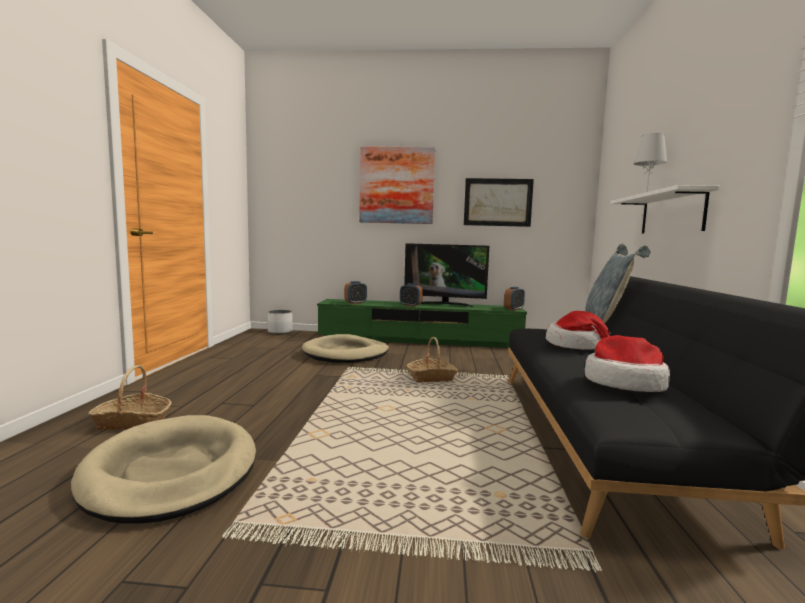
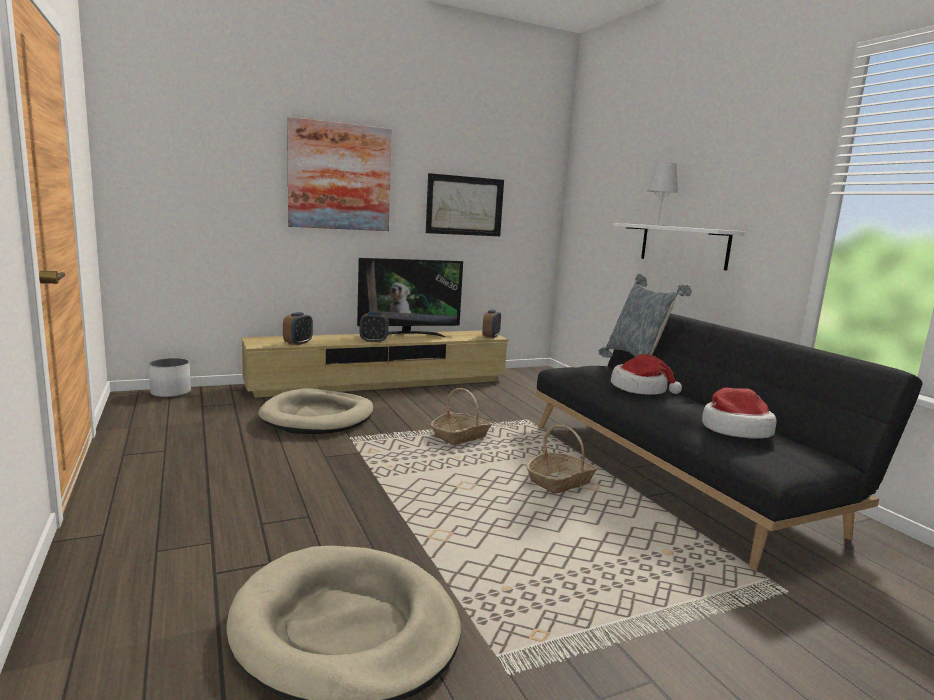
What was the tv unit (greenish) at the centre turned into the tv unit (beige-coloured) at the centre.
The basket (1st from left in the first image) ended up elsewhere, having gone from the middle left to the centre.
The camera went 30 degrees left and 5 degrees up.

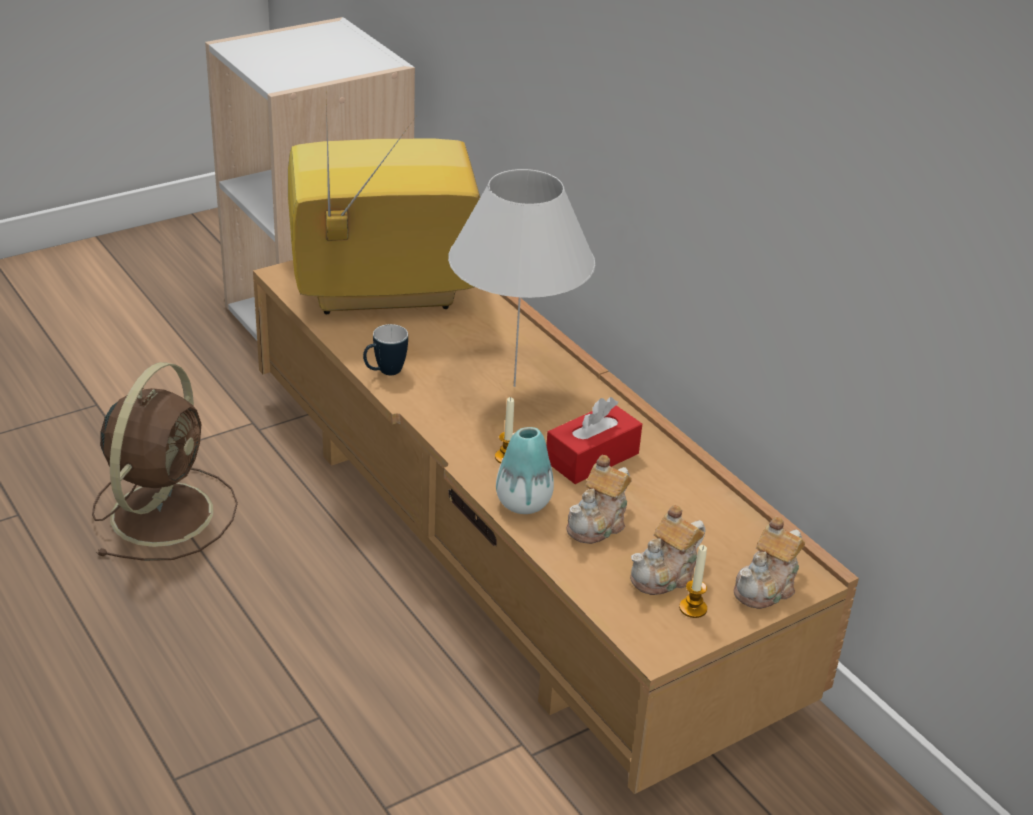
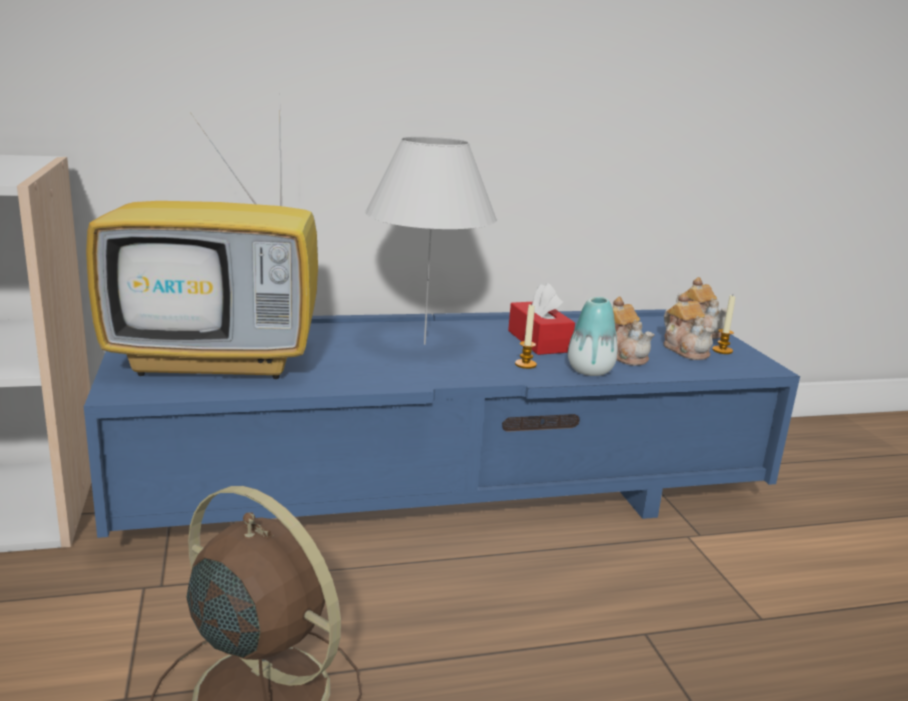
What was the tv unit (brown-coloured) at the centre turned into the tv unit (bluish) at the centre.
The television at the top centre ended up facing another way, 105 degrees counterclockwise from before.
The second view lost the tea mug at the centre.
The camera went 70 degrees left and 15 degrees down.

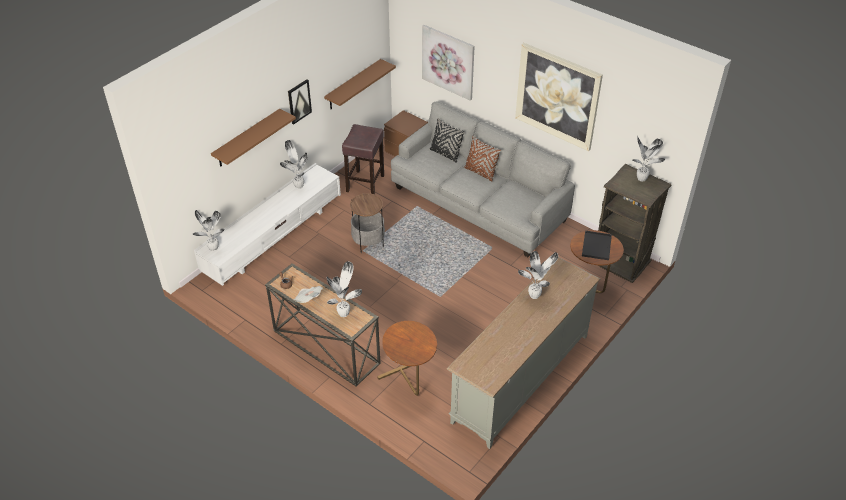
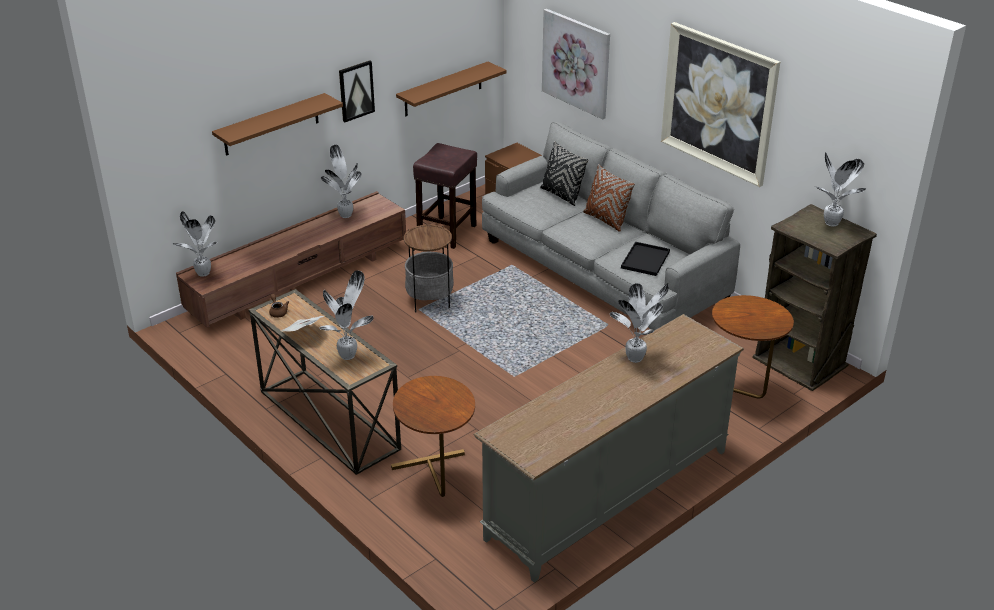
What was the tv unit (white) at the middle left turned into the tv unit (brown-coloured) at the middle left.
The serving tray (black-coloured) ended up elsewhere, having gone from the middle right to the centre.
The camera went 10 degrees right and 10 degrees down.

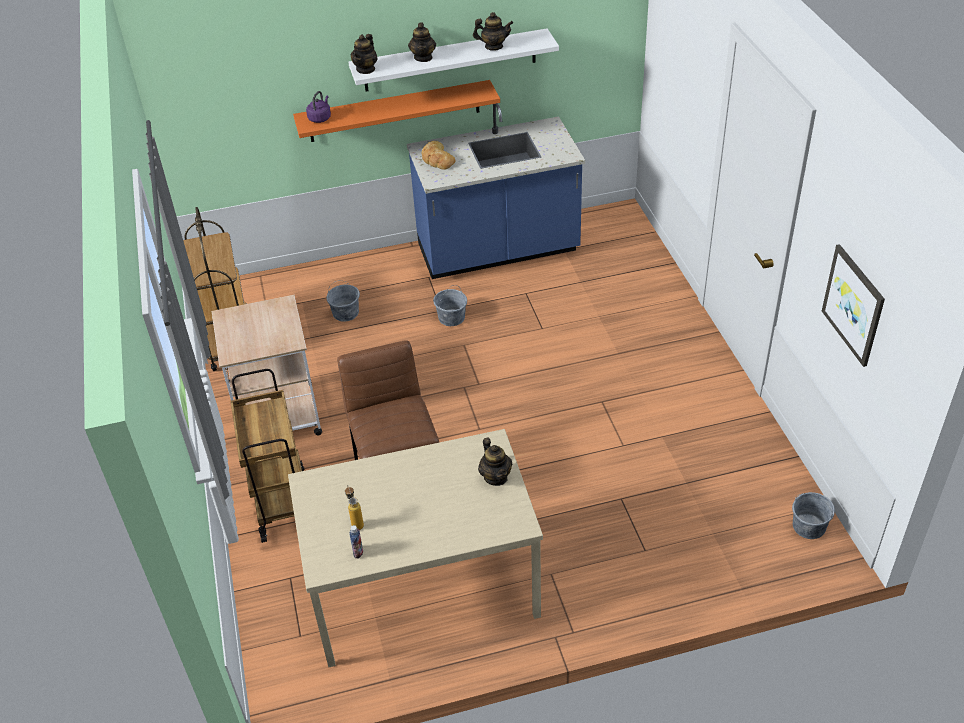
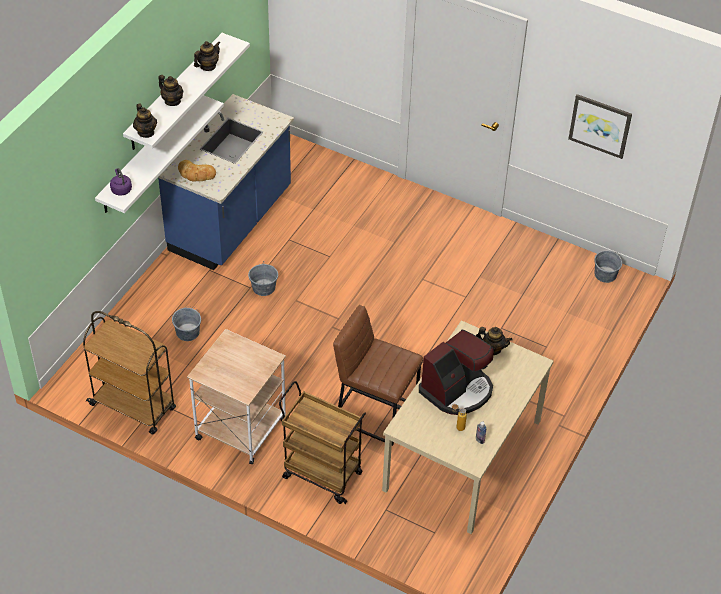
What was the wall shelf (orange-coloured) at the top centre turned into the wall shelf (white) (1st from left) at the top left.
The second view gained the coffee brewer at the centre.
The camera went 50 degrees left and 5 degrees up.

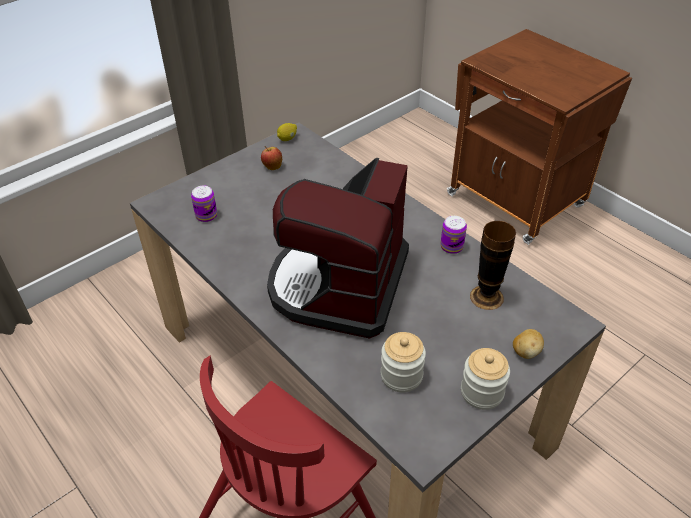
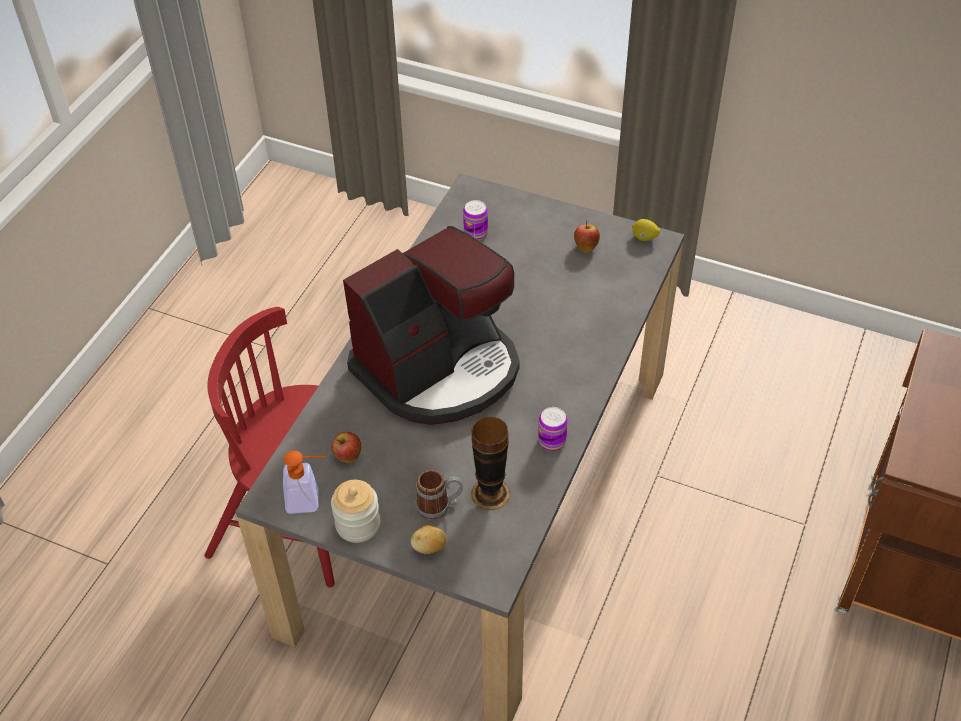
The second view gained the soap dispenser at the bottom left.
Where the storage jar (1st from left) stood at the bottom centre, the whole apple (1st from left) came to stand at the centre.
The coffee brewer at the centre ended up facing another way, 150 degrees clockwise from before.
The second view gained the tea mug at the bottom centre.
The camera went 65 degrees right and 5 degrees up.

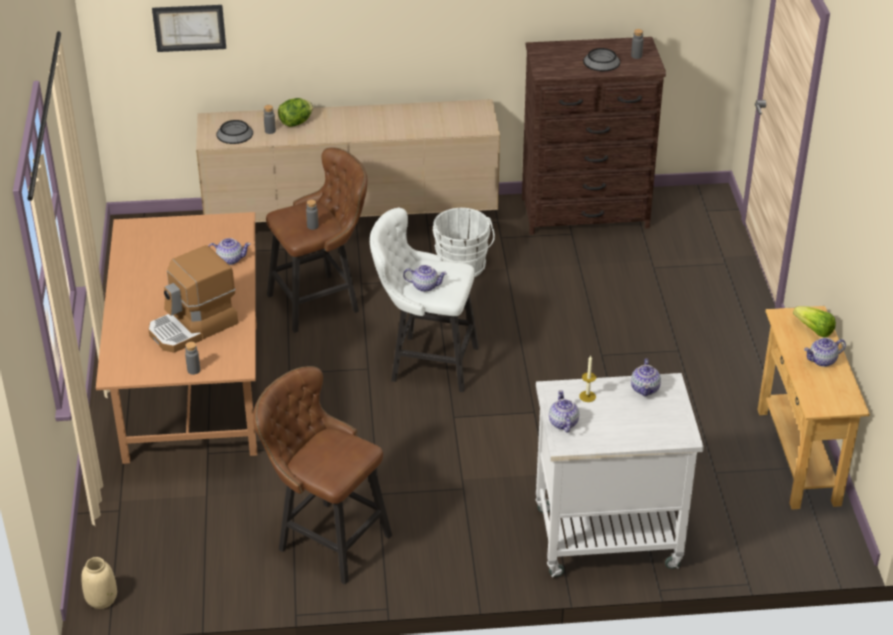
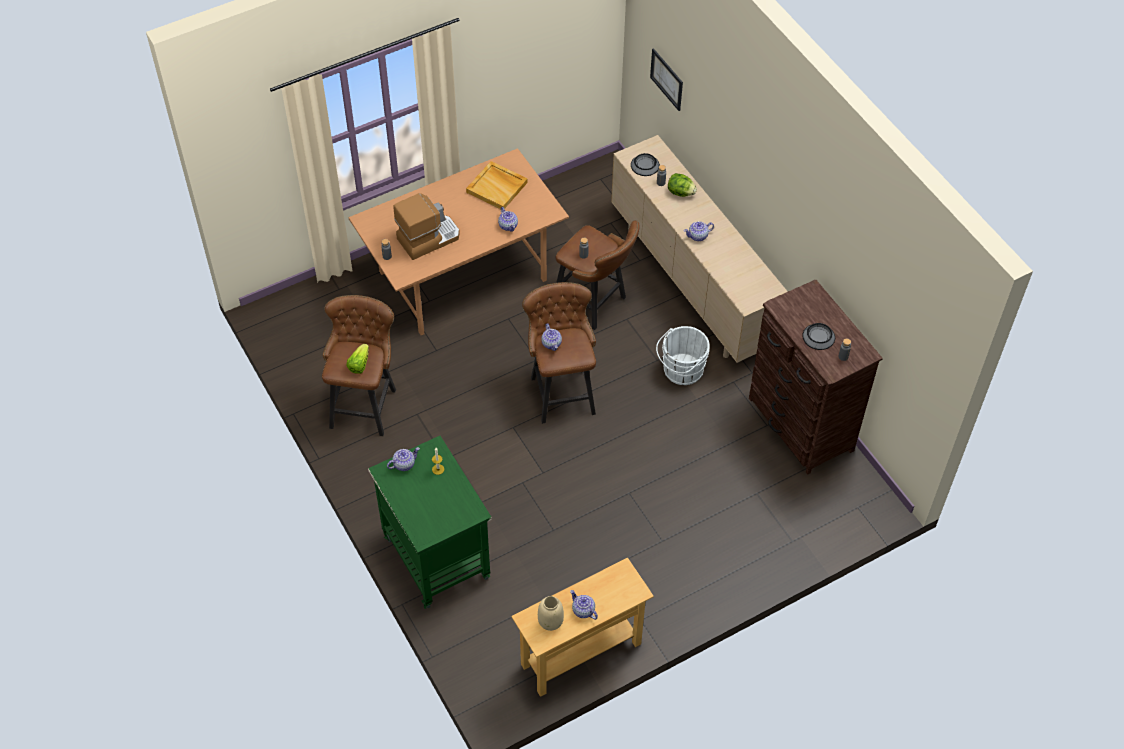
The lettuce head (2nd from left in the first image) ended up elsewhere, having gone from the middle right to the middle left.
What was the trolley (white) at the bottom right turned into the trolley (greenish) at the bottom centre.
The coffee brewer at the middle left ended up facing another way, 120 degrees clockwise from before.
The second view gained the serving tray (beige-coloured) at the top centre.
What was the sitting stool (white) at the centre turned into the sitting stool (brown-coloured) (2nd from left) at the centre.
The decorative vase (beige-coloured) ended up elsewhere, having gone from the bottom left to the bottom centre.
The teapot (4th from left in the first image) ended up elsewhere, having gone from the middle right to the top centre.
The camera went 65 degrees right and 15 degrees up.

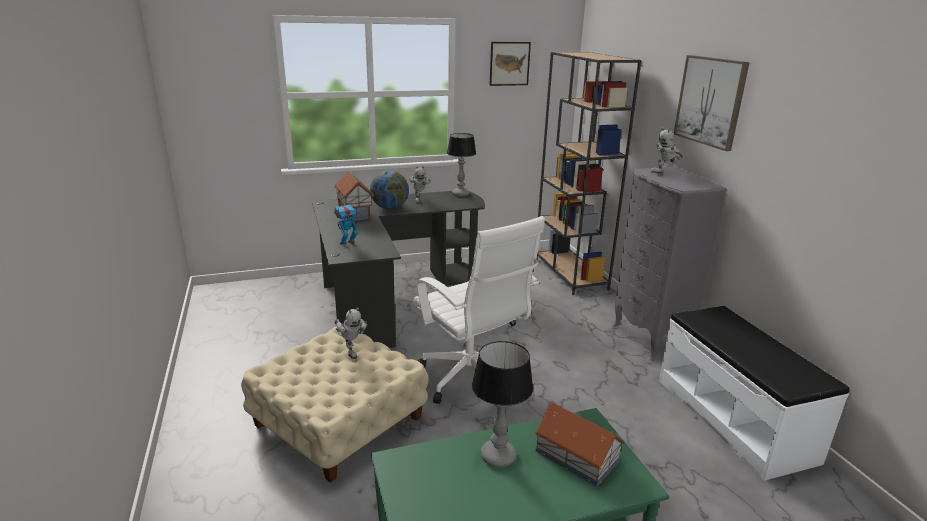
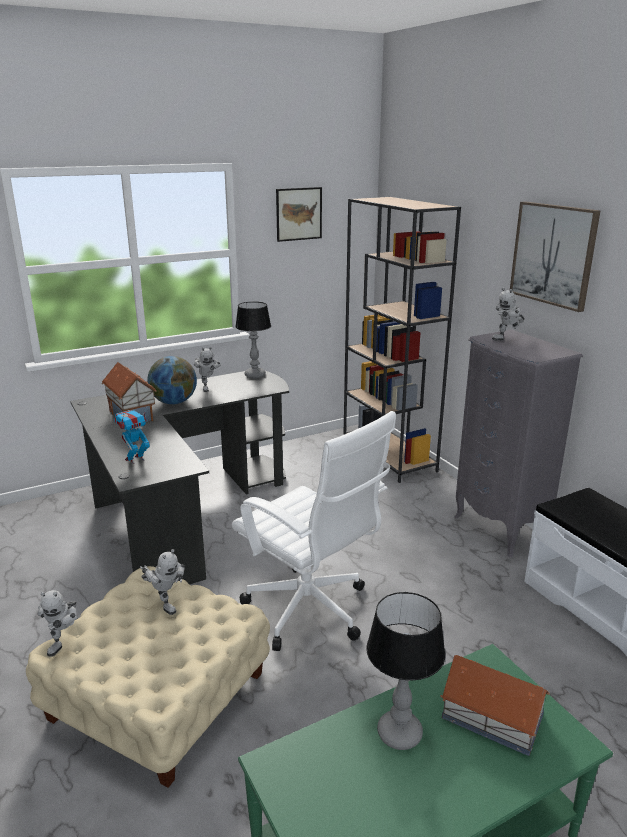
The second view gained the toy robot (1st from left) at the bottom left.
The camera went 10 degrees left and 0 degrees up.

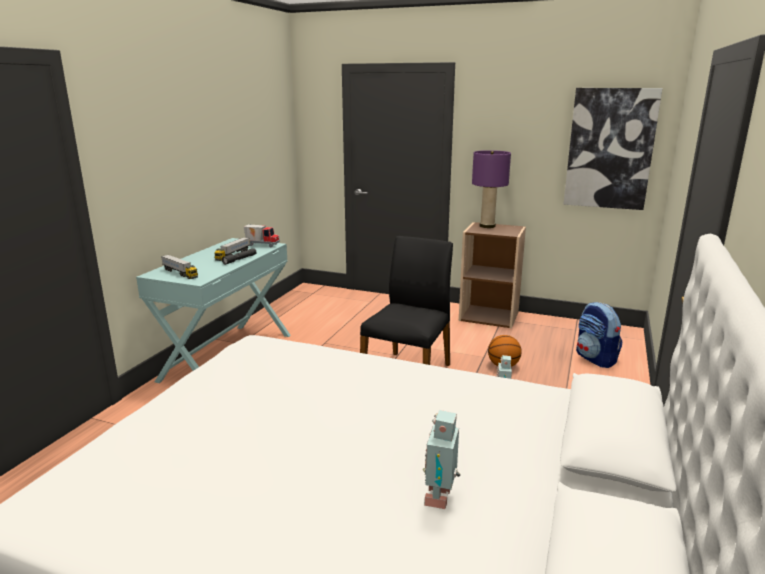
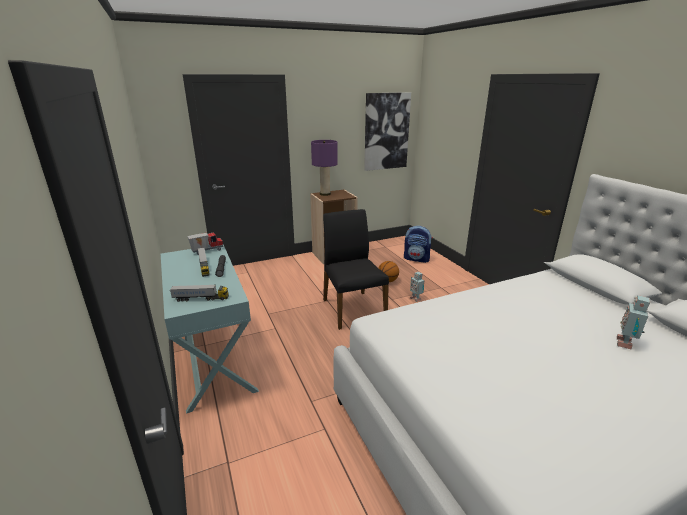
The toy robot (1st from left in the first image) at the bottom centre ended up facing another way, 60 degrees clockwise from before.
The camera went 45 degrees left and 5 degrees up.

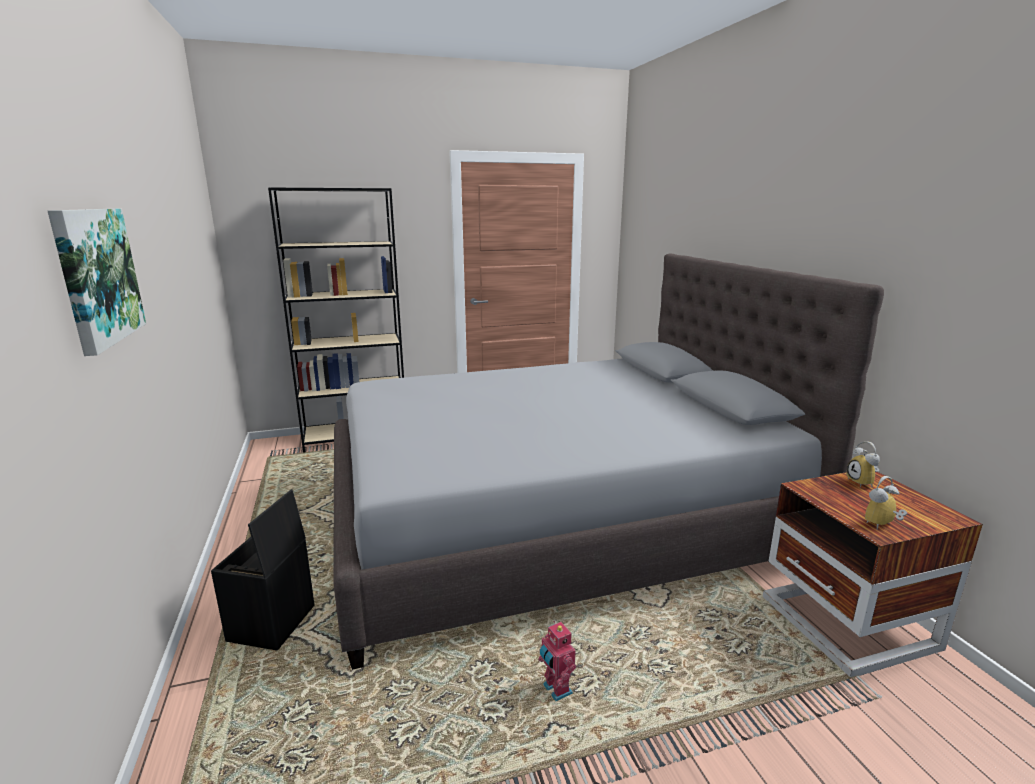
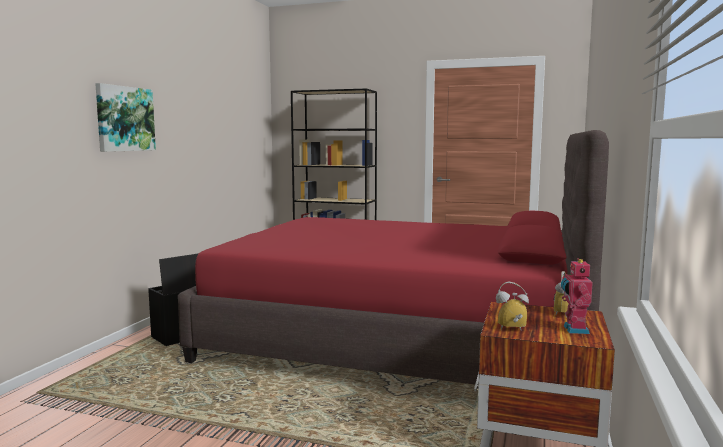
What was the bedroom bed (grey) at the centre turned into the bedroom bed (red-coloured) at the centre.
The toy robot ended up elsewhere, having gone from the bottom centre to the middle right.
The camera went 35 degrees right and 10 degrees down.

